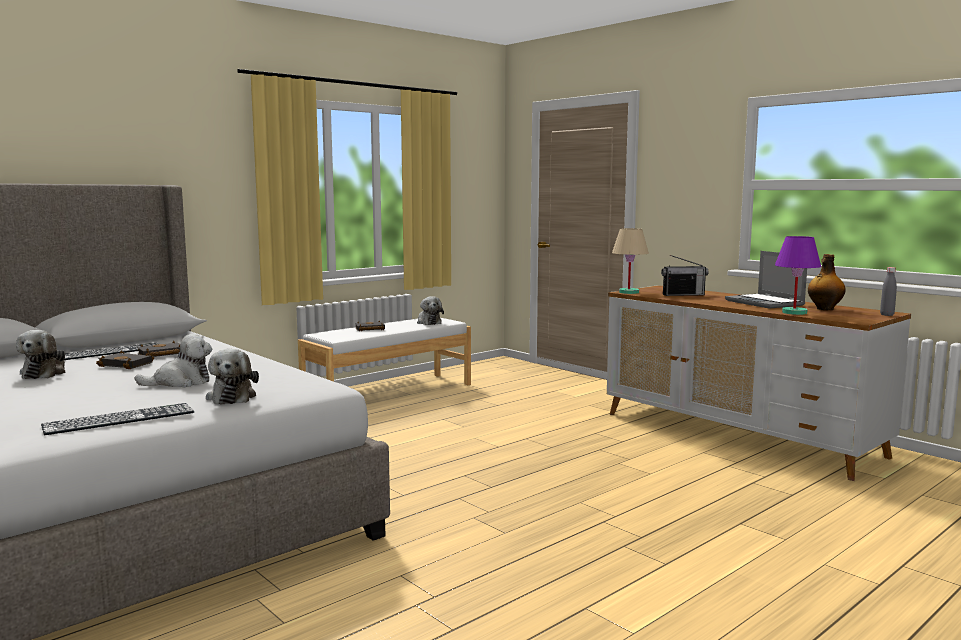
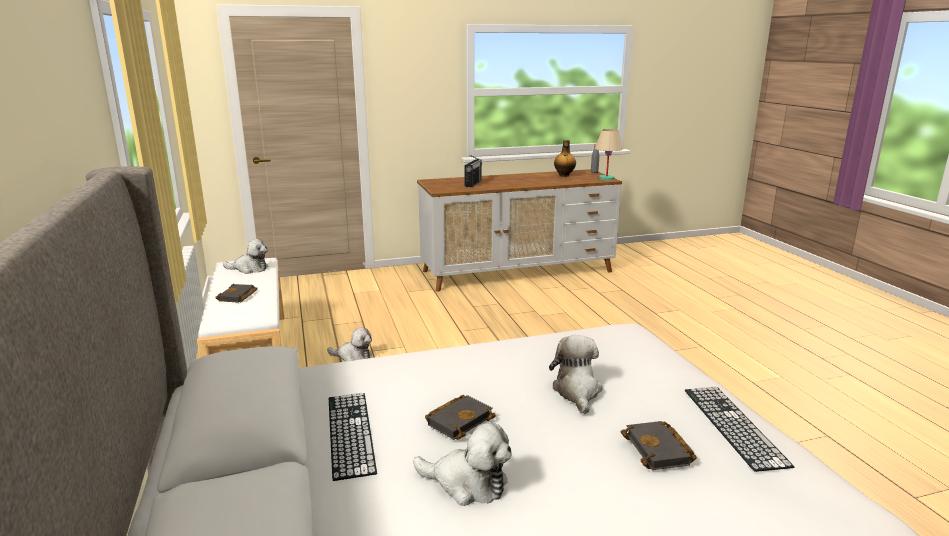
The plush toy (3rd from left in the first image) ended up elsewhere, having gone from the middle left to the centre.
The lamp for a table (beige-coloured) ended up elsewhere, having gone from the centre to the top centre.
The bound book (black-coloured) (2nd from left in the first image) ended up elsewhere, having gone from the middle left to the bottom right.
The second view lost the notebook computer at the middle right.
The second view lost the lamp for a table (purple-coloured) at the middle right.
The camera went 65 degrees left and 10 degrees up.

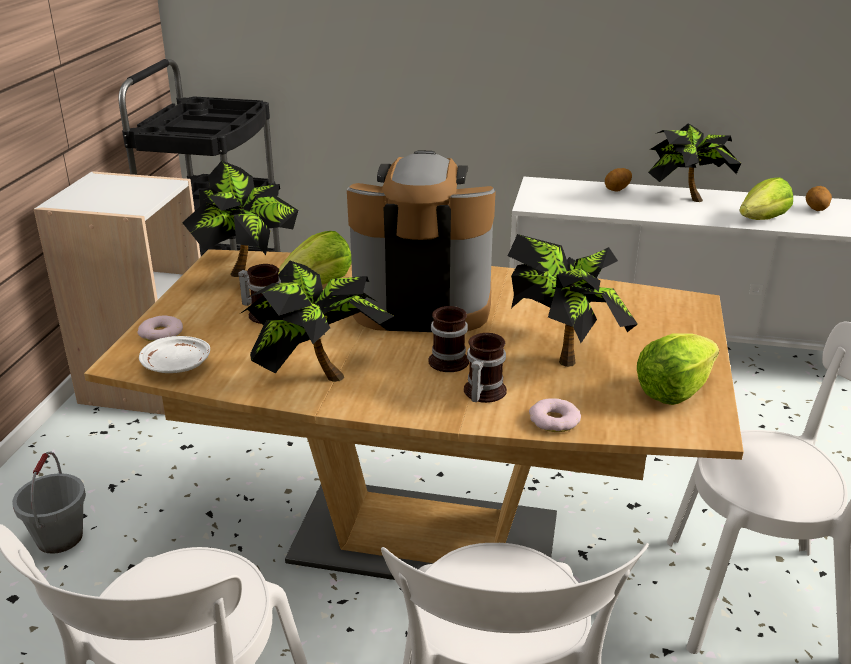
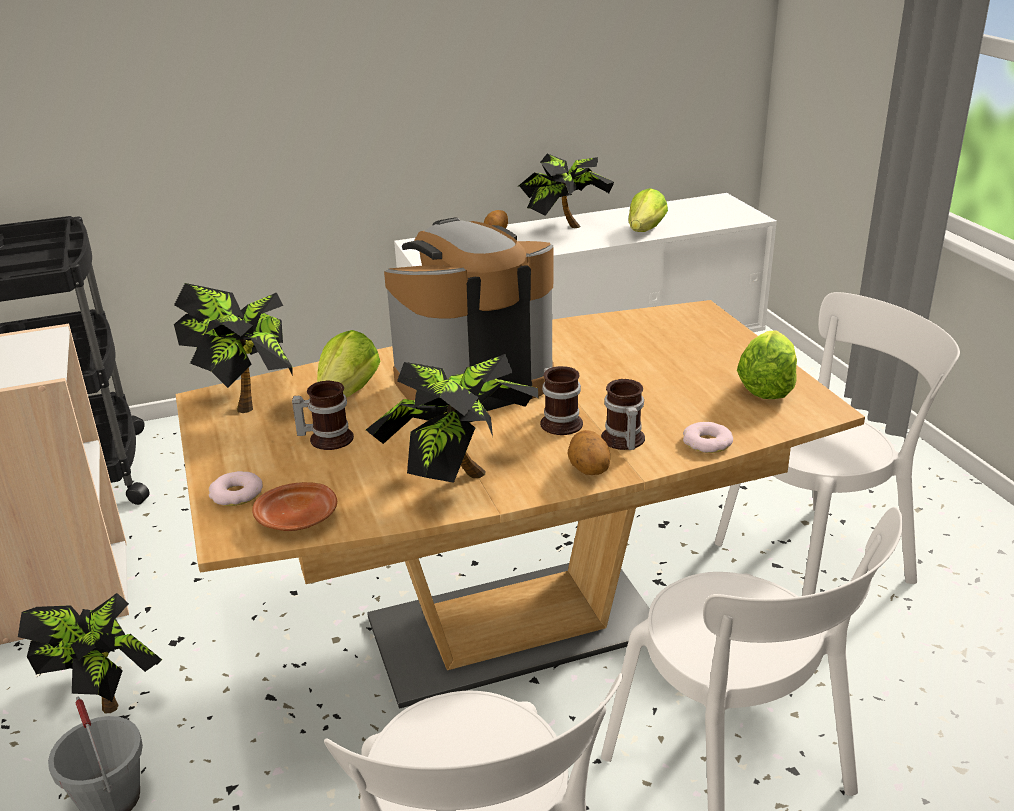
The houseplant (3rd from left in the first image) ended up elsewhere, having gone from the middle right to the bottom left.
What was the plate (white) at the middle left turned into the plate (brown-coloured) at the middle left.
The potato (2nd from left) ended up elsewhere, having gone from the top right to the centre.
The camera went 30 degrees left and 0 degrees up.

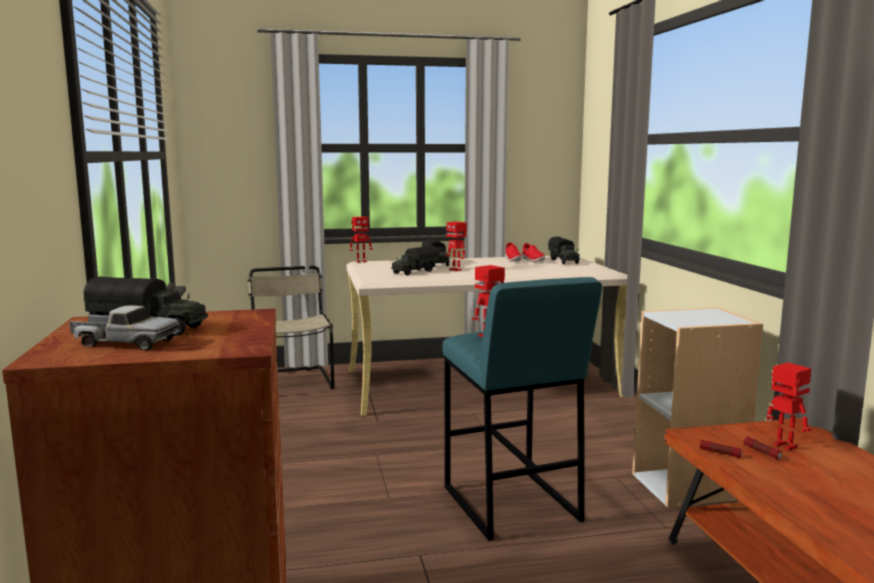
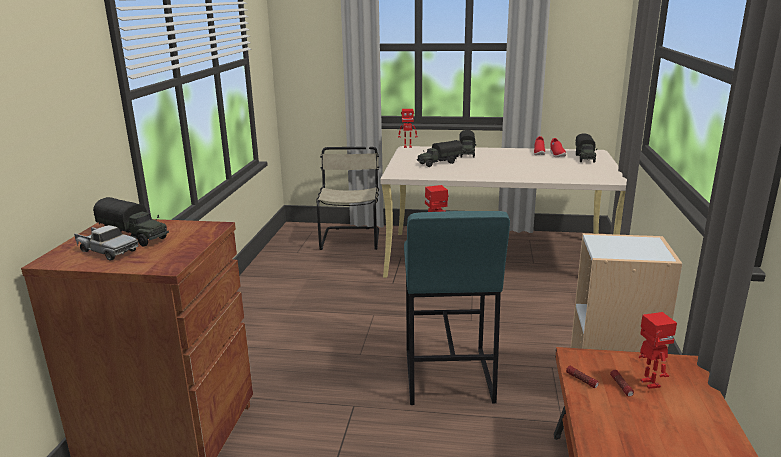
The second view lost the toy robot (2nd from left) at the centre.
The camera went 20 degrees right and 10 degrees up.

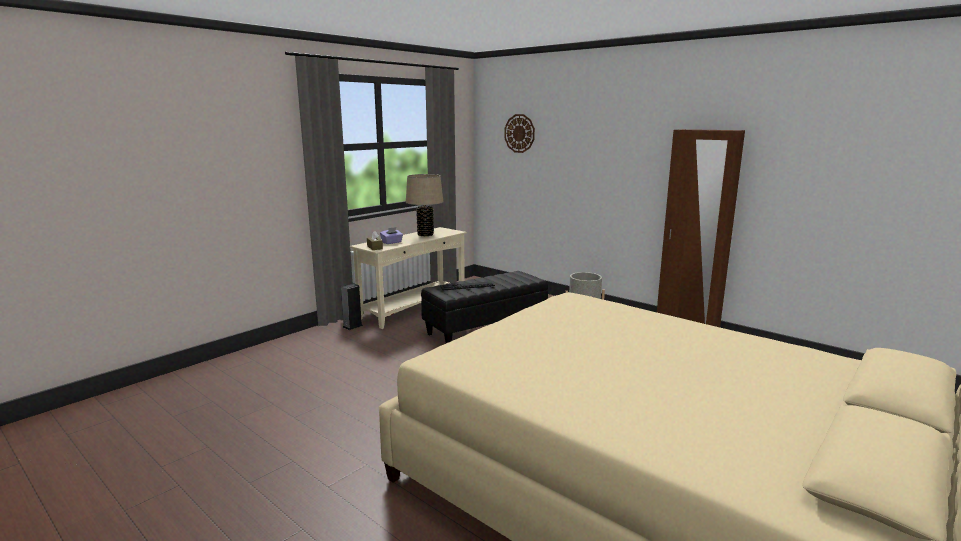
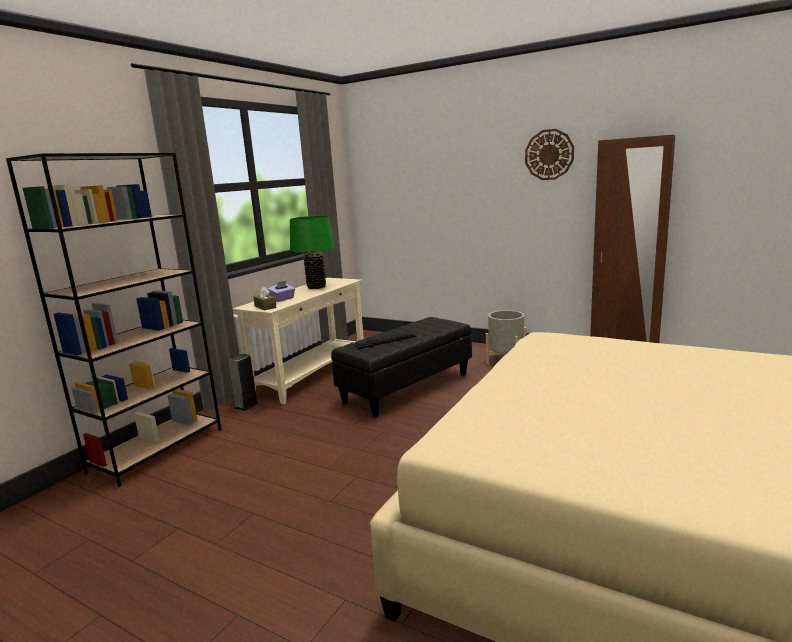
The second view gained the shelving unit (beige-coloured) at the middle left.
What was the lamp for a table (beige-coloured) at the centre turned into the lamp for a table (greenish) at the centre.
The wall clock ended up elsewhere, having gone from the top centre to the top right.
The camera went 10 degrees left and 0 degrees up.

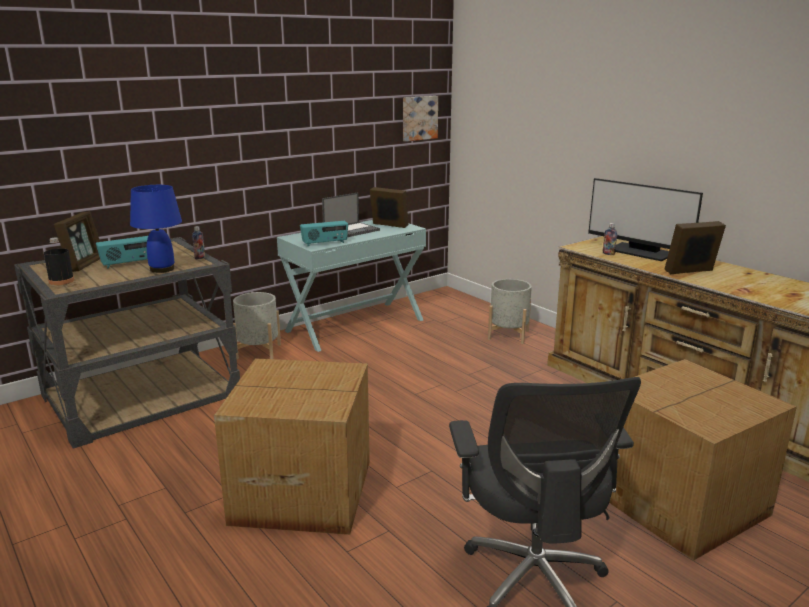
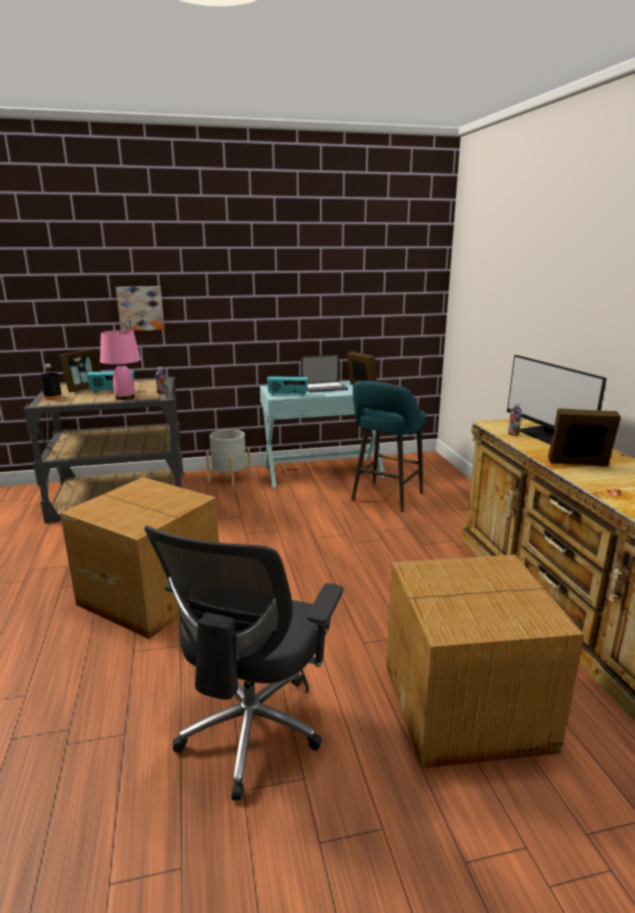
What was the lamp for a table (bluish) at the middle left turned into the lamp for a table (pink) at the middle left.
The wall art ended up elsewhere, having gone from the top centre to the middle left.
The second view gained the sitting stool (turquoise) at the centre.
The second view lost the plant pot (grey) (2nd from left) at the centre.
The camera went 25 degrees right and 0 degrees up.

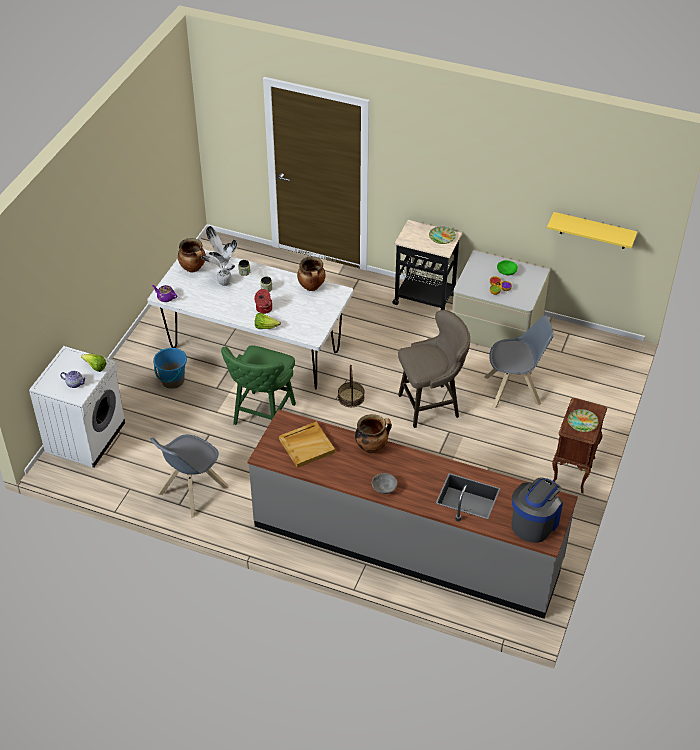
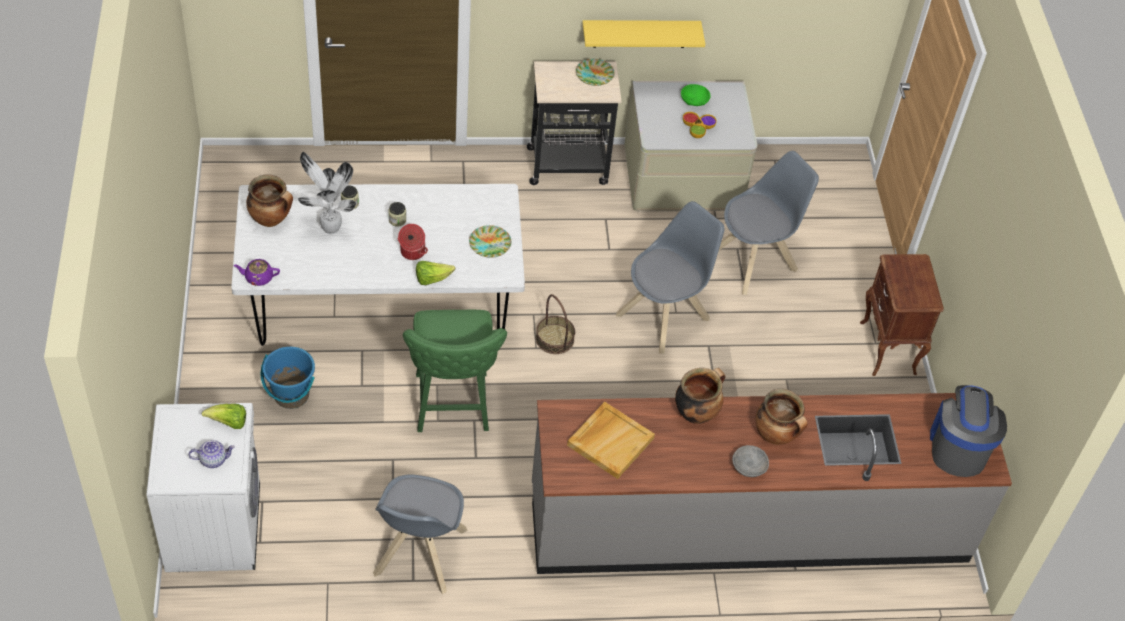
The plate (2nd from left in the first image) ended up elsewhere, having gone from the middle right to the centre.
The wall shelf (yellow) ended up elsewhere, having gone from the top right to the top centre.
Where the sitting stool (beige-coloured) stood at the centre, the upright chair (grey) (2nd from left) came to stand at the centre.
The cooking pot (3rd from left in the first image) ended up elsewhere, having gone from the centre to the bottom right.
The camera went 30 degrees left and 5 degrees up.

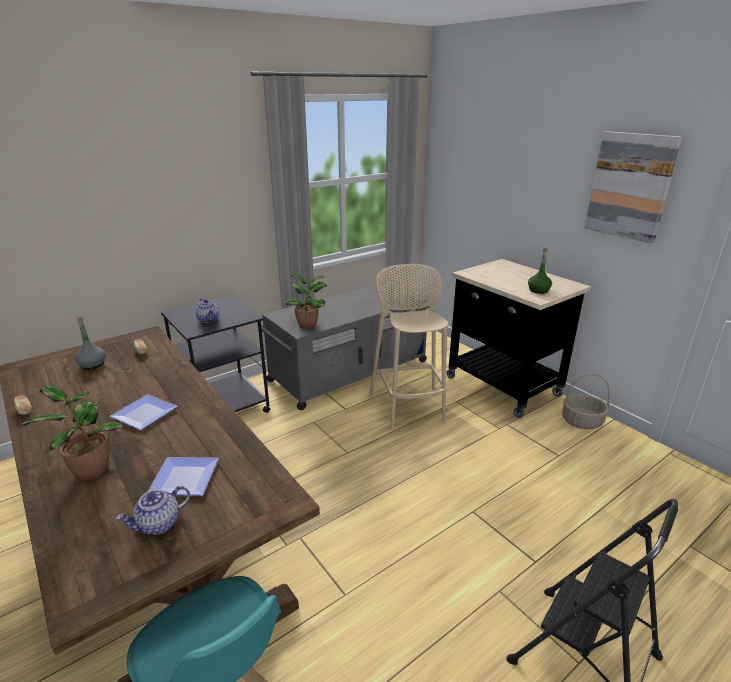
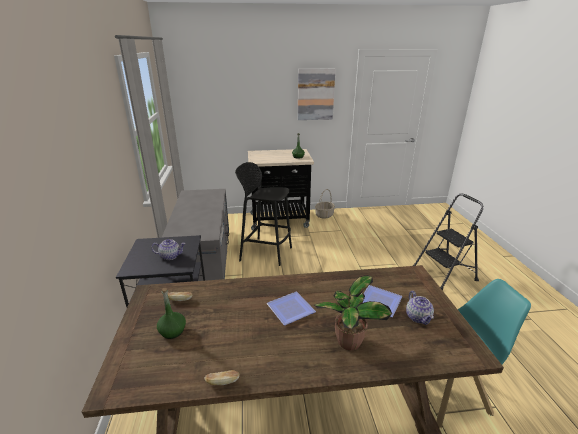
What was the beverage bottle (grey) at the middle left turned into the beverage bottle (greenish) (1st from left) at the bottom left.
What was the sitting stool (beige-coloured) at the centre turned into the sitting stool (black-coloured) at the centre.
The second view lost the houseplant (2nd from left) at the centre.
The camera went 60 degrees left and 0 degrees up.

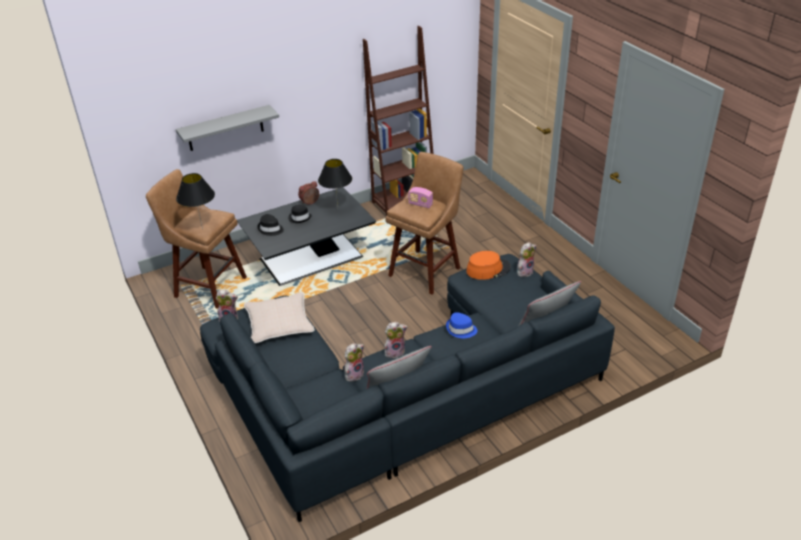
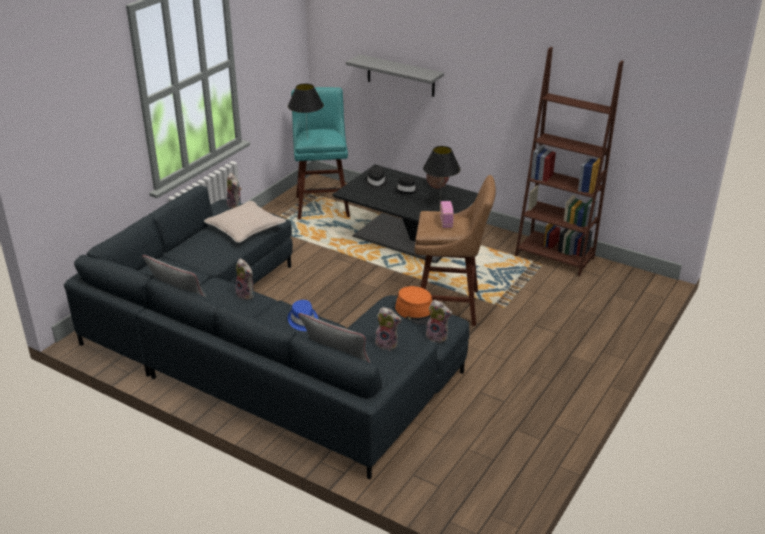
What was the sitting stool (brown-coloured) (1st from left) at the middle left turned into the sitting stool (turquoise) at the top centre.
The plush toy (2nd from left in the first image) ended up elsewhere, having gone from the bottom centre to the centre.
The camera went 60 degrees right and 5 degrees down.

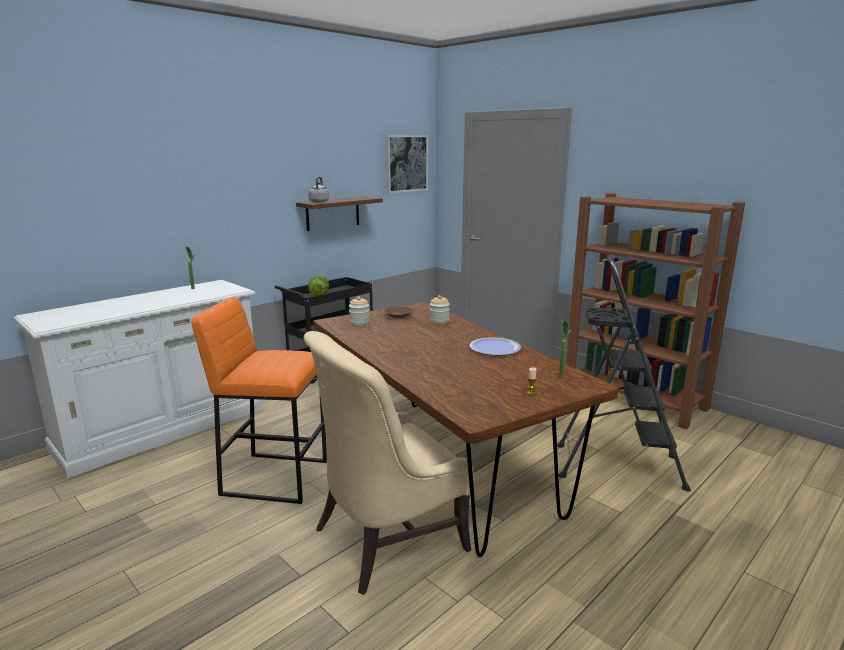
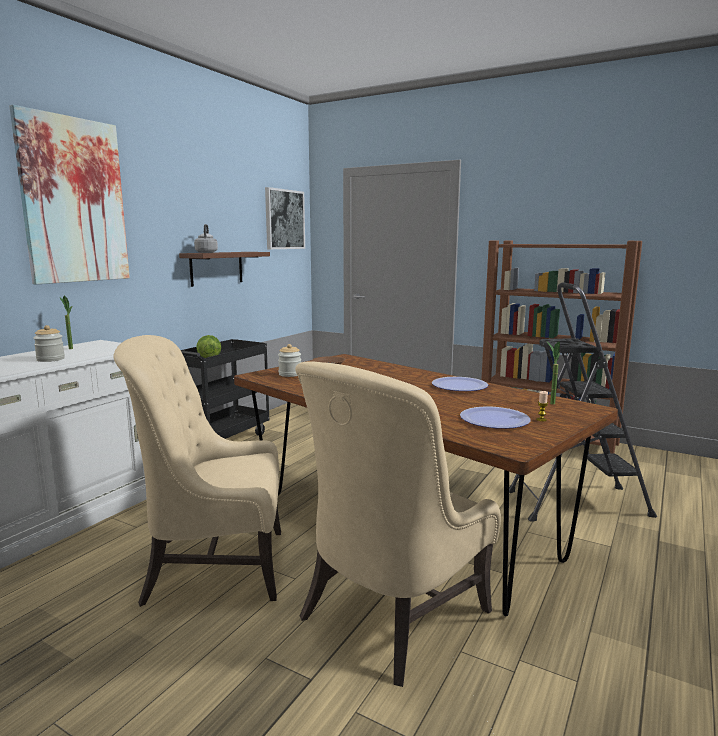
The second view gained the wall art (1st from left) at the top left.
The storage jar (2nd from left in the first image) ended up elsewhere, having gone from the centre to the middle left.
Where the sitting stool (orange-coloured) stood at the middle left, the upright chair (beige-coloured) (1st from left) came to stand at the middle left.
The second view gained the plate (2nd from left) at the middle right.
The camera went 15 degrees left and 5 degrees down.

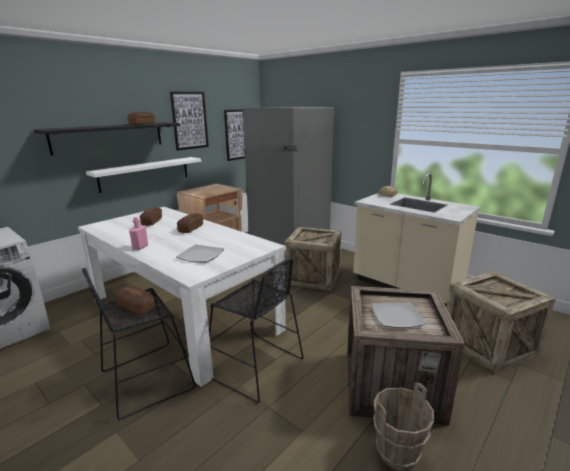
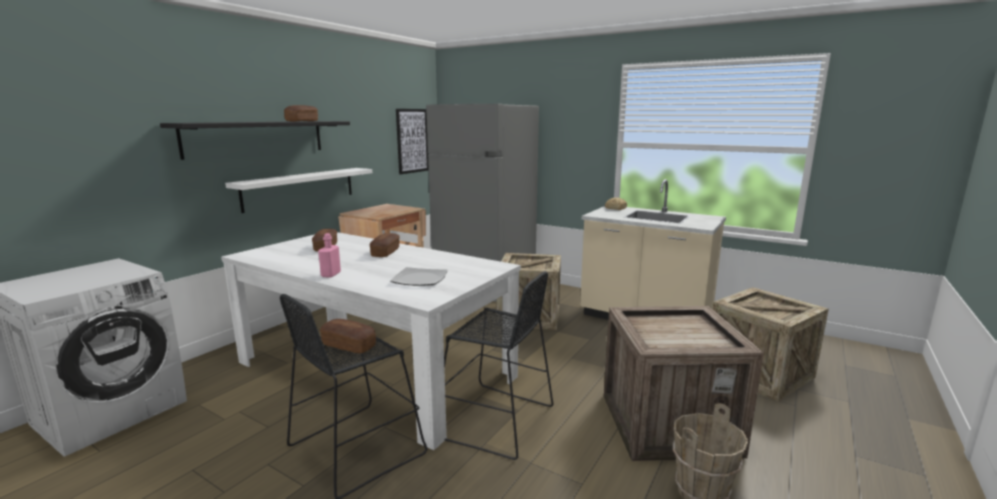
The second view lost the wall art (1st from left) at the top left.
The second view lost the plate (2nd from left) at the bottom right.
The camera went 10 degrees left and 5 degrees down.

